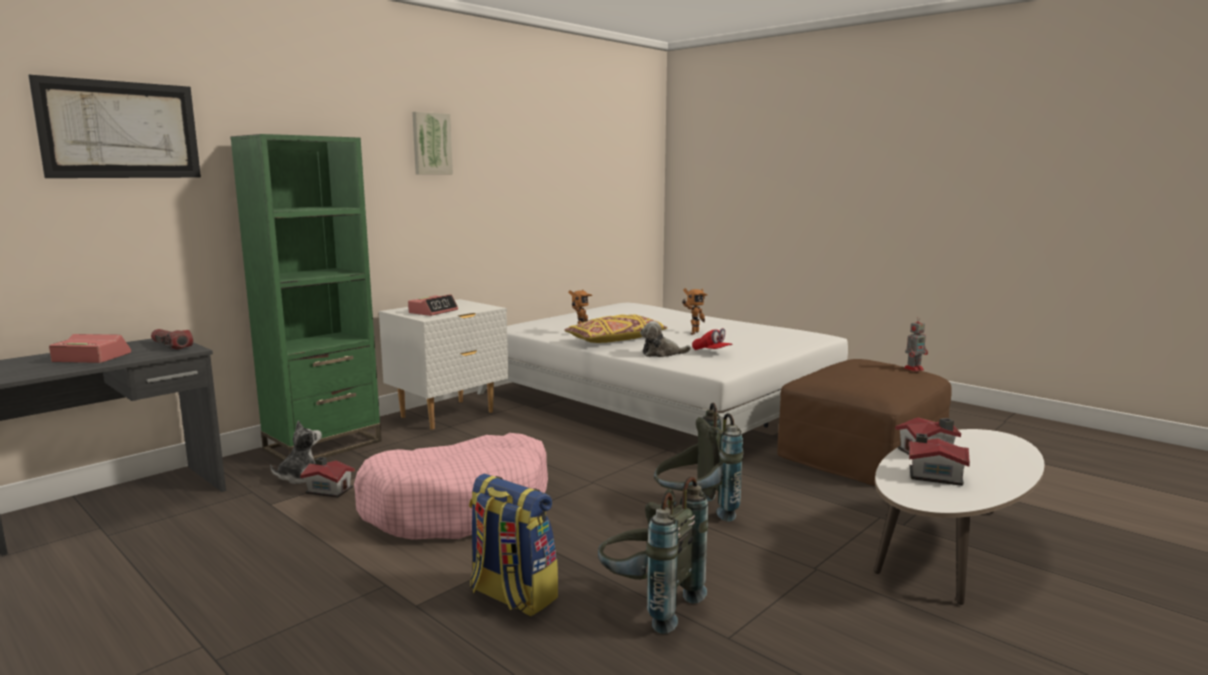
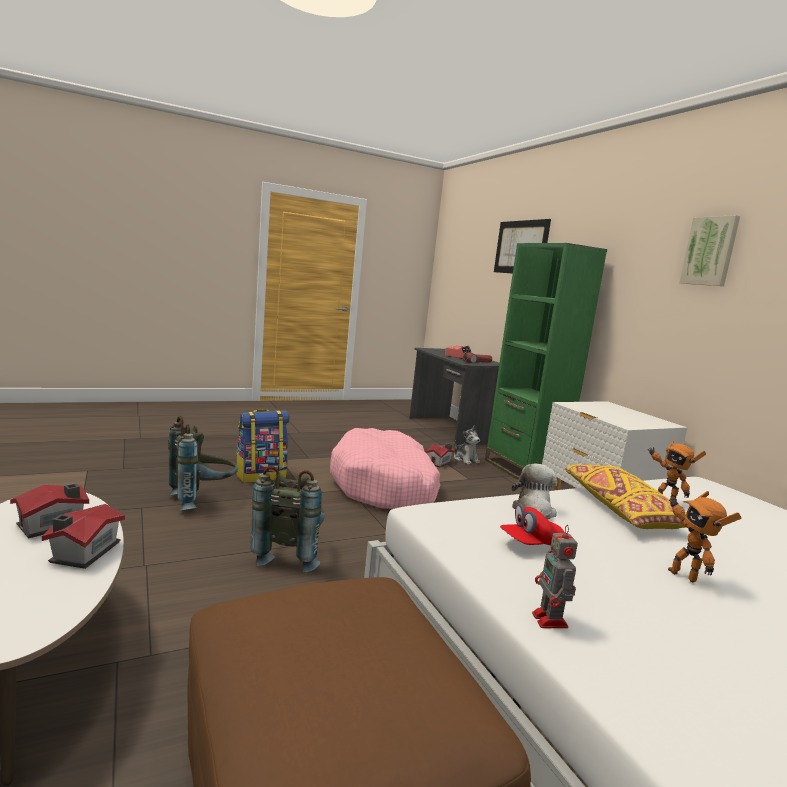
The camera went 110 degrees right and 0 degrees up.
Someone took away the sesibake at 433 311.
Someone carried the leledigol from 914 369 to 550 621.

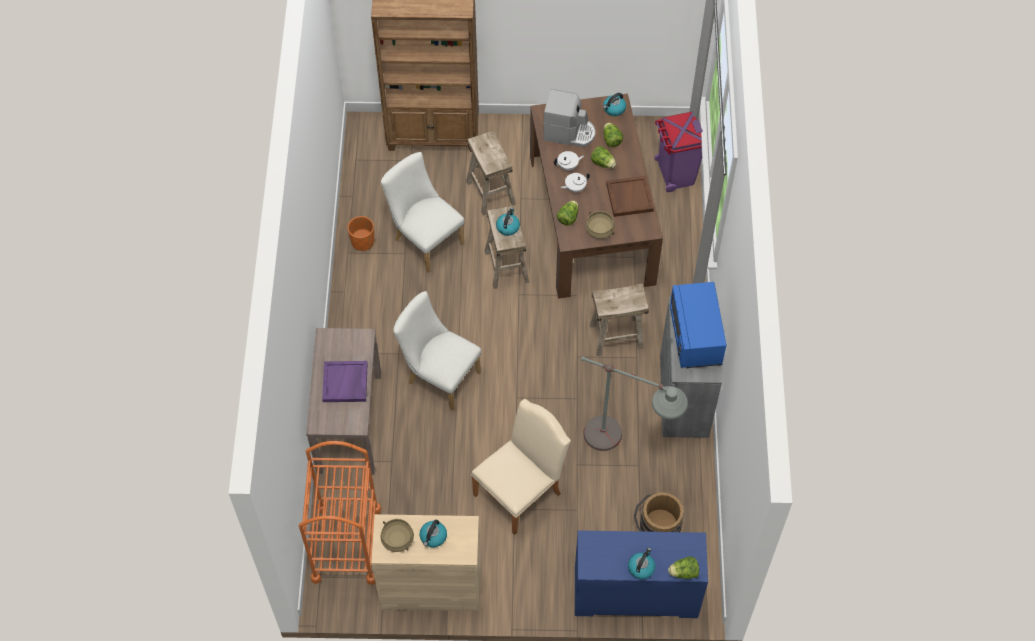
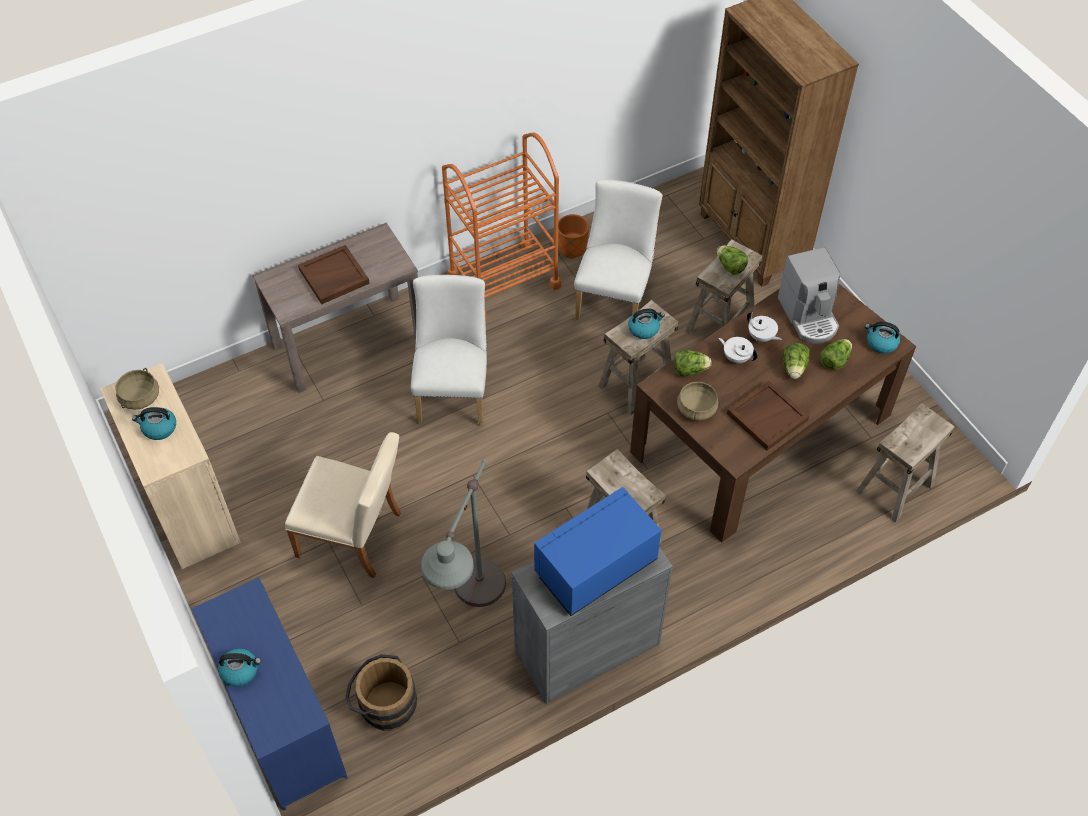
The camera went 60 degrees right and 5 degrees down.
Someone carried the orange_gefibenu from 346 544 to 504 280.
Someone repainted the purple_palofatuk at 345 383, which became the brown_palofatuk at 333 277.
Someone swapped the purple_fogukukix at 675 174 for the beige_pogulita at 895 488.
Someone carried the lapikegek from 684 572 to 730 266.

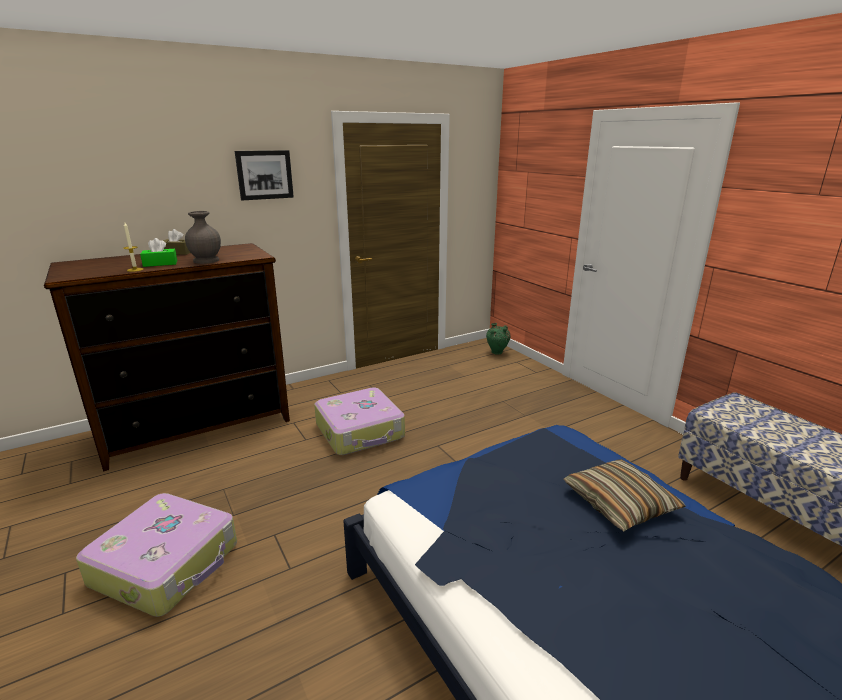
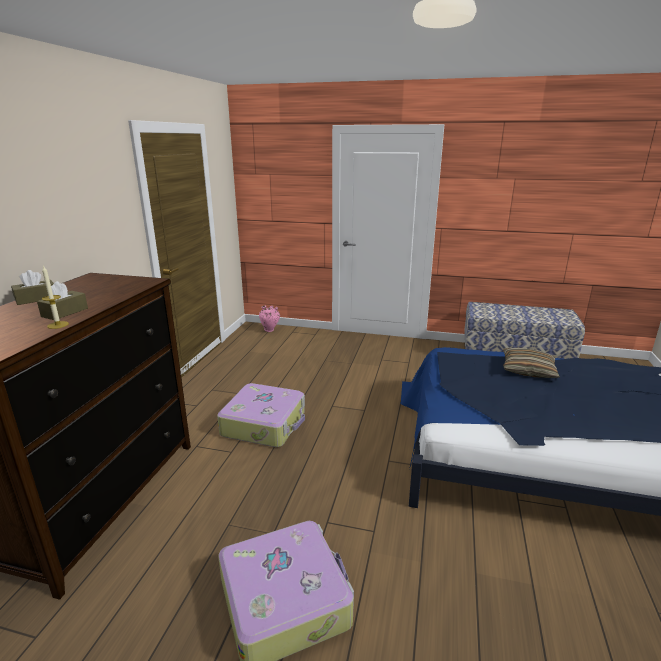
The camera went 45 degrees left and 0 degrees up.
Someone repainted the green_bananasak at 160 264, which became the brown_bananasak at 65 312.
Someone took away the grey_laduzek at 206 260.
Someone took away the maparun at 264 175.
Someone repainted the green_laduzek at 497 353, which became the pink_laduzek at 270 330.

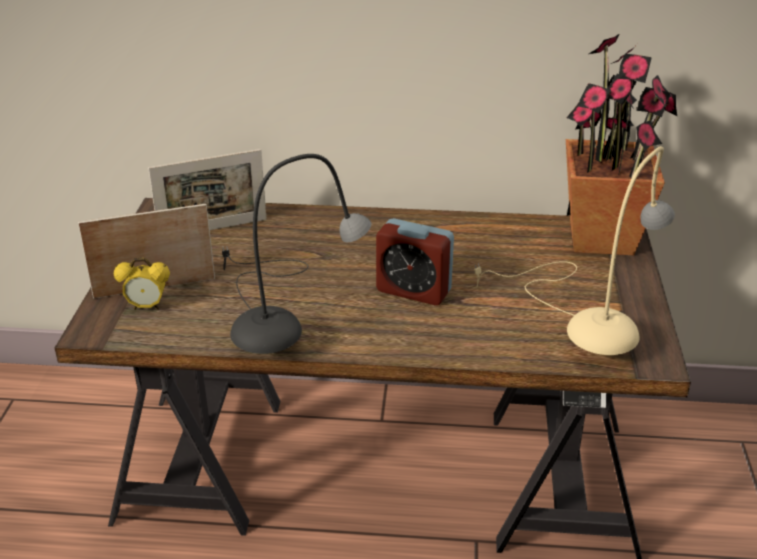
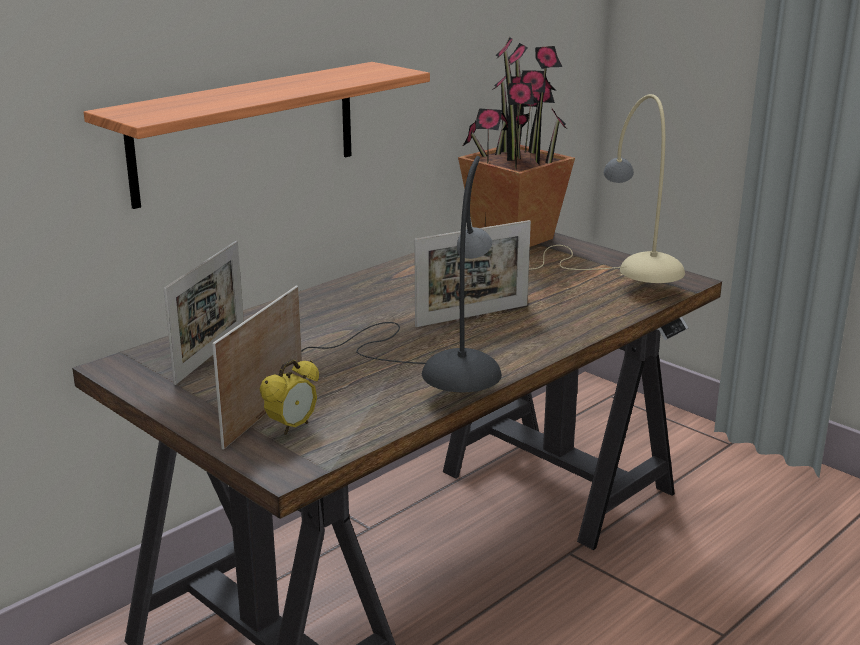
The camera went 50 degrees left and 10 degrees down.
Someone swapped the sesibake at 413 291 for the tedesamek at 472 316.
Someone put up the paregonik at 246 132.

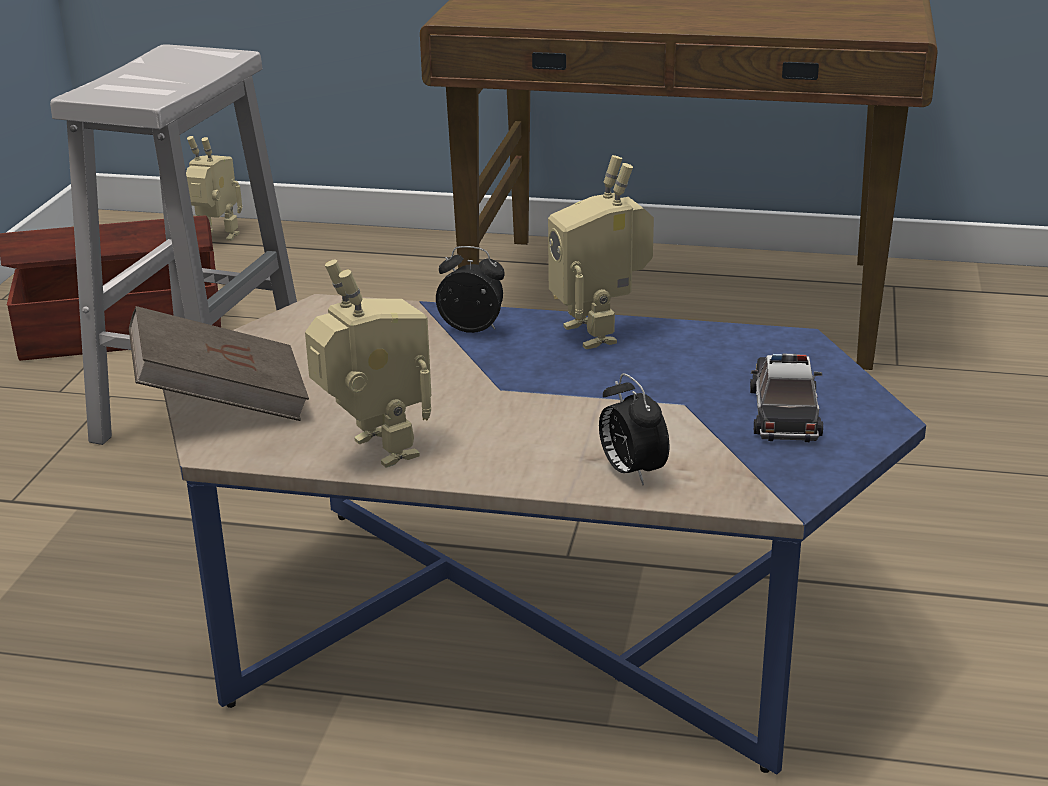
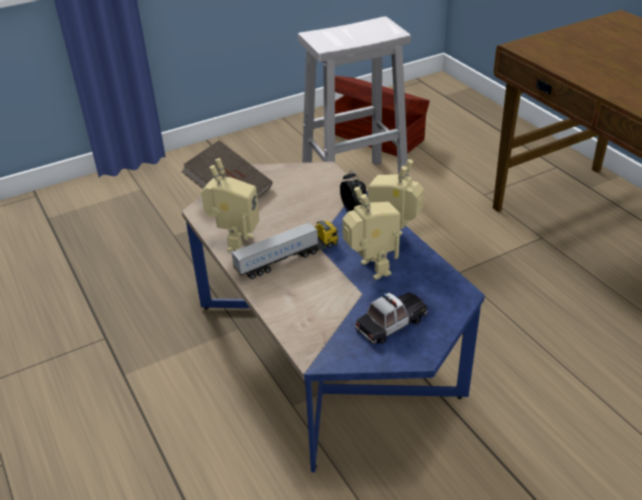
The camera went 50 degrees right and 10 degrees up.
Someone carried the leledigol from 216 238 to 370 270.
Someone took away the sesibake at 631 471.
Someone put down the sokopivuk at 287 259.

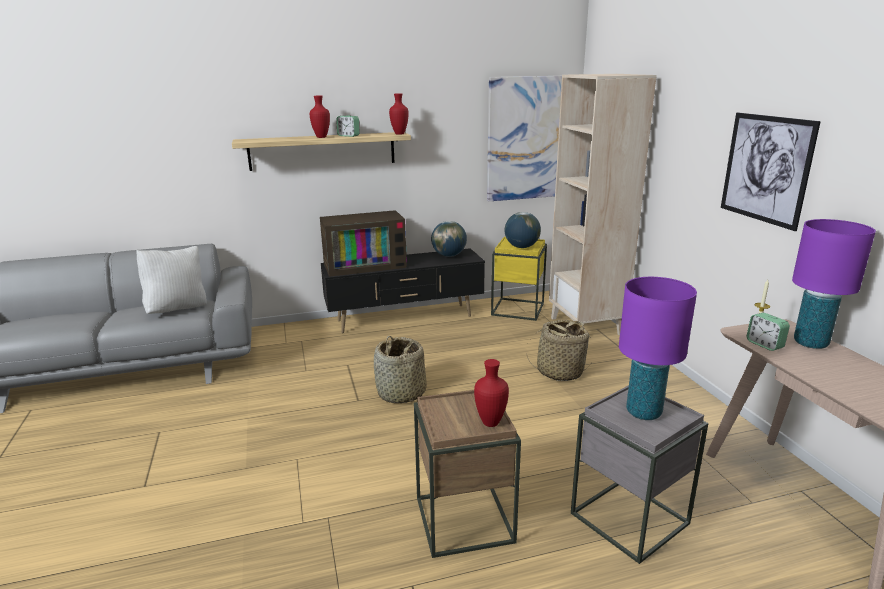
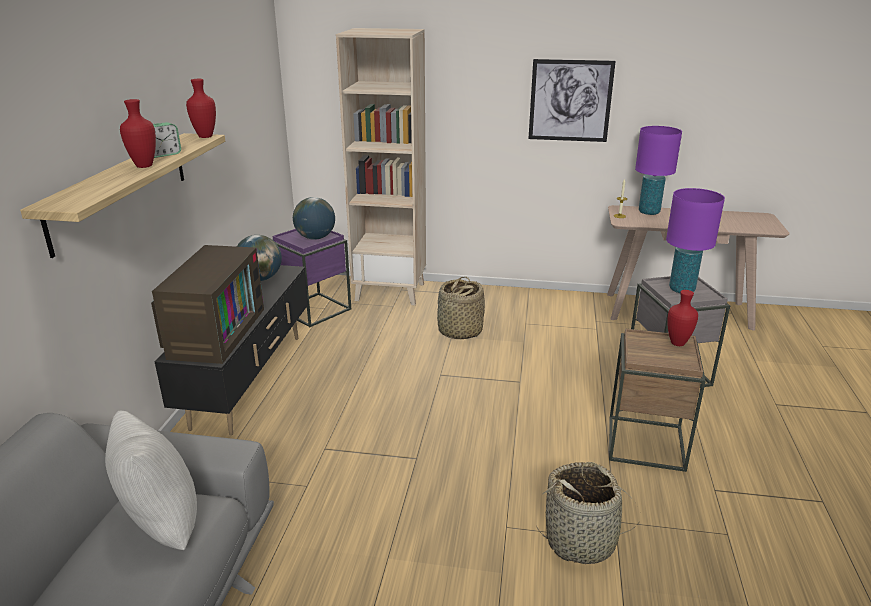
The camera went 65 degrees left and 5 degrees up.
Someone carried the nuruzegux from 401 393 to 581 540.
Someone took away the maparun at 529 139.
Someone repainted the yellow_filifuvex at 518 309, which became the purple_filifuvex at 315 309.
Someone took away the sesibake at 764 344.

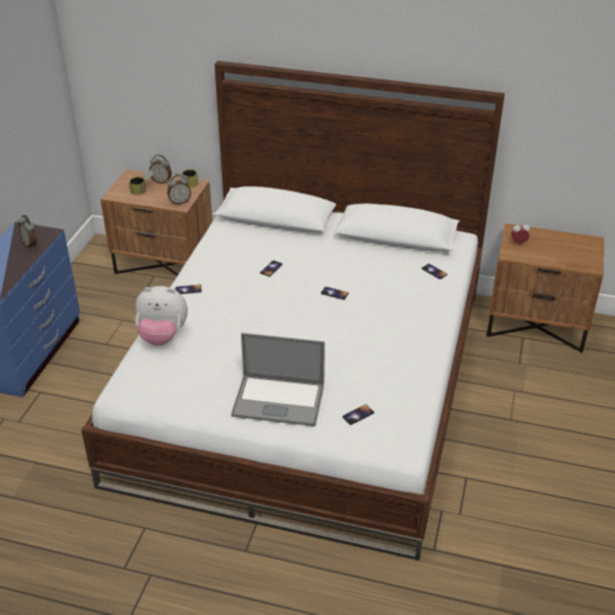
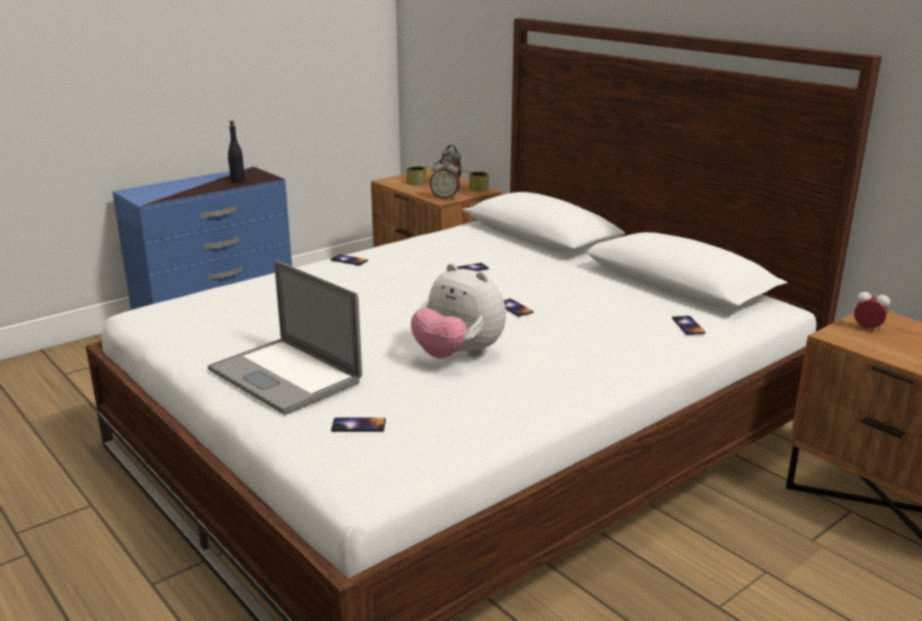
The camera went 35 degrees right and 15 degrees down.
Someone swapped the sesibake at 30 244 for the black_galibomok at 237 181.
Someone carried the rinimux from 162 336 to 458 355.

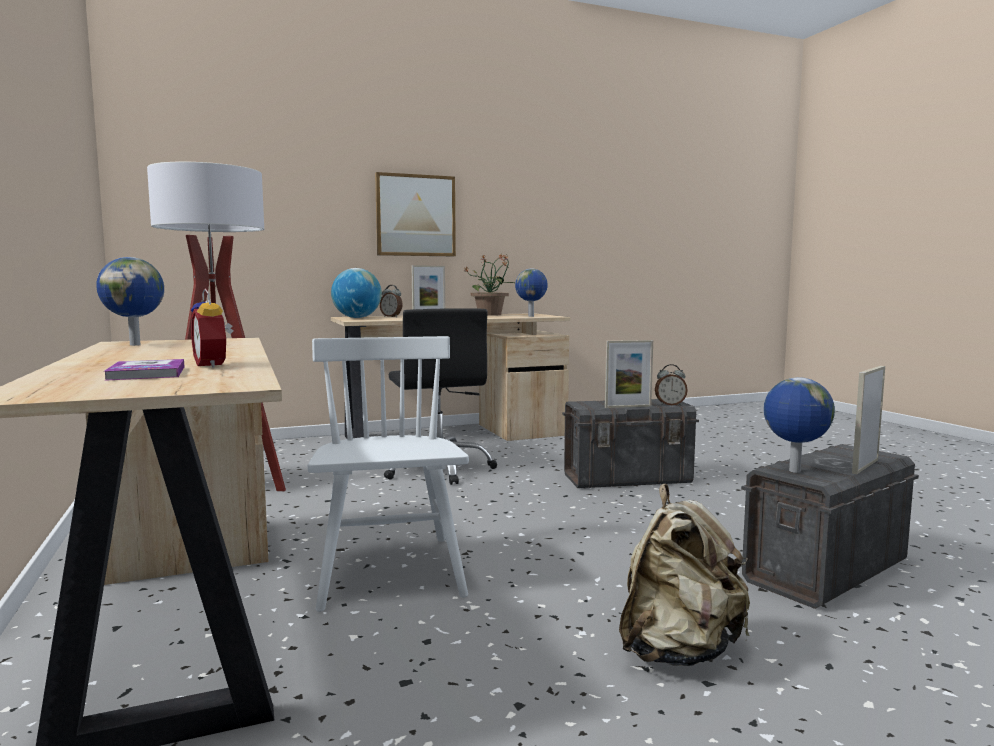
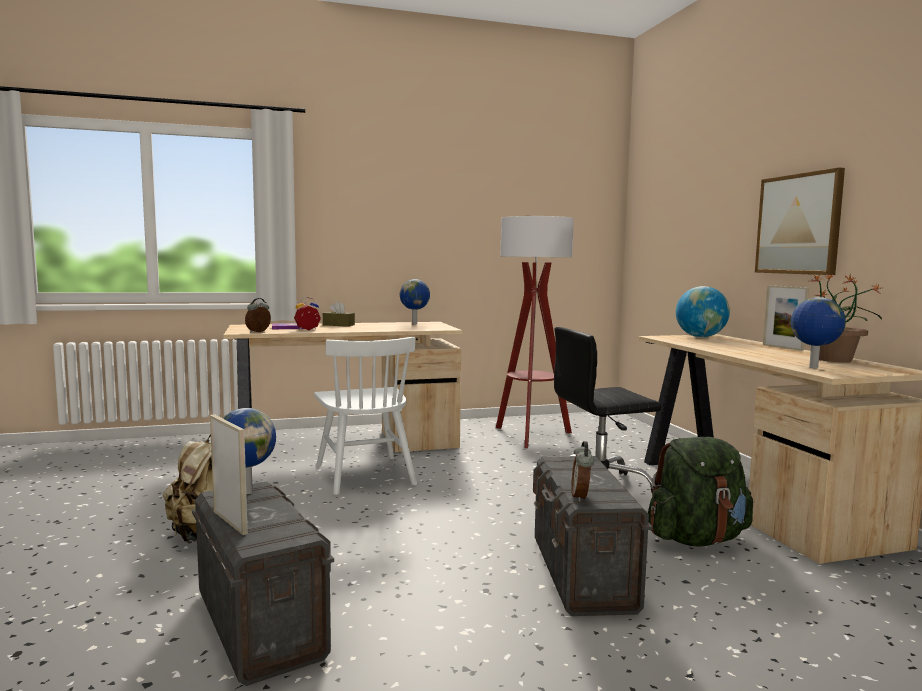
The camera went 95 degrees right and 0 degrees up.
Someone rotated the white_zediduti at 390 572 by 75 degrees clockwise.
Someone carried the sesibake from 391 317 to 259 332.
Someone took away the tedesamek at 628 406.
Someone put down the brown_bananasak at 338 325.
Someone put down the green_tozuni at 697 539.

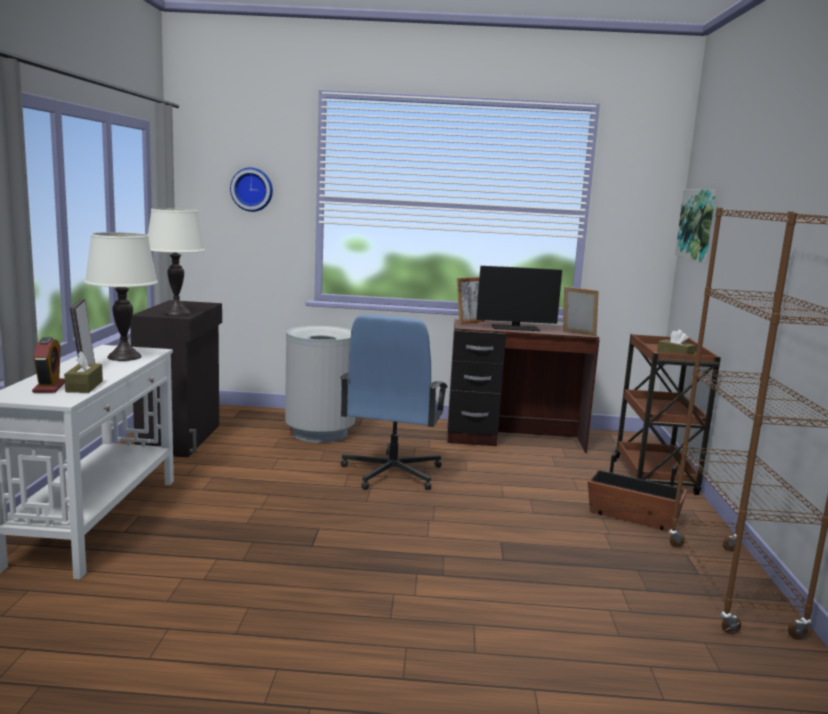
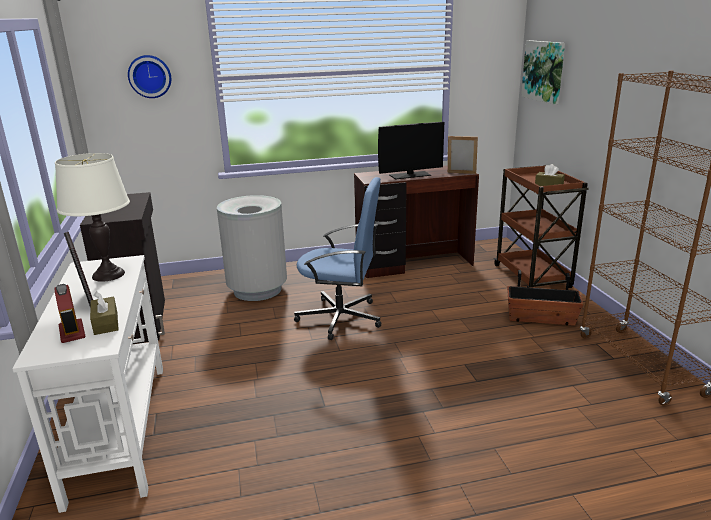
The camera went 15 degrees left and 10 degrees up.
Someone took away the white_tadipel at 176 313.
Someone rotated the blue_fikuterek at 391 473 by 75 degrees counterclockwise.
Someone took away the tedesamek at 469 322.

